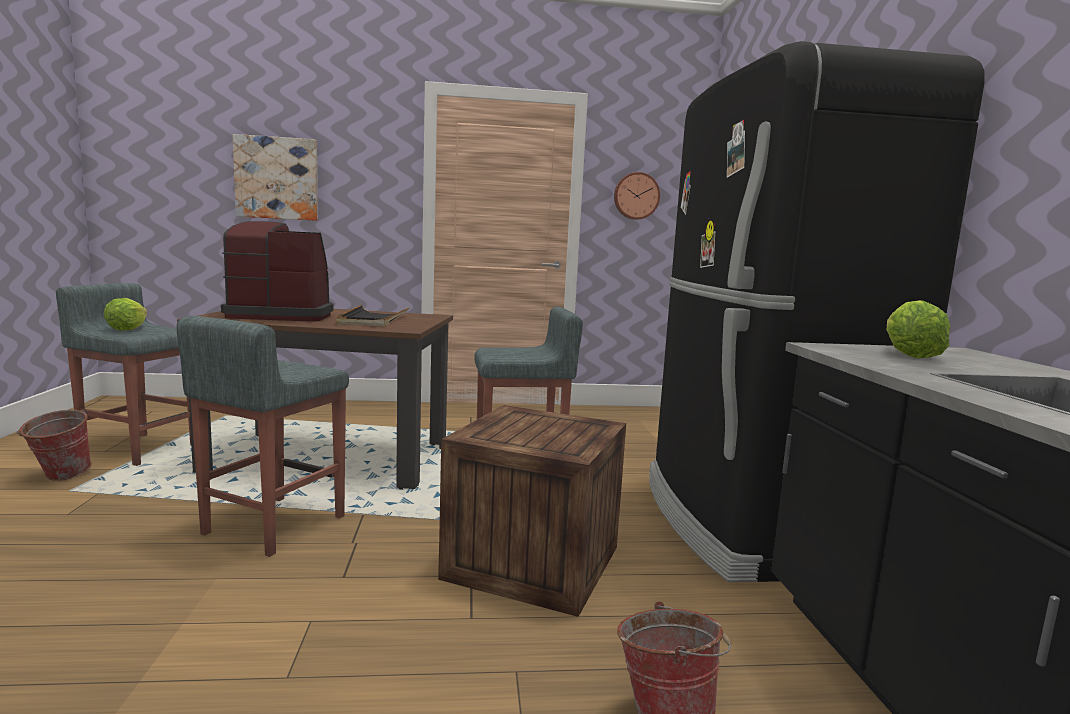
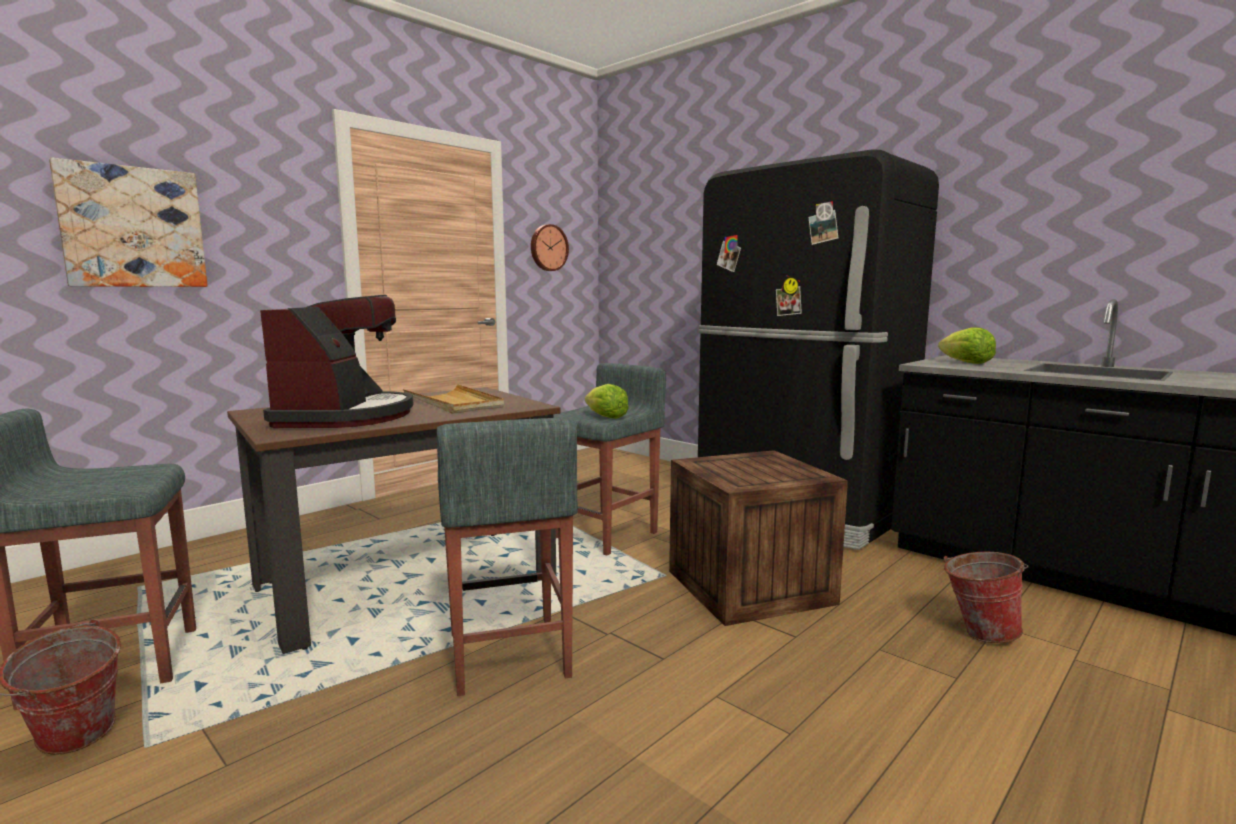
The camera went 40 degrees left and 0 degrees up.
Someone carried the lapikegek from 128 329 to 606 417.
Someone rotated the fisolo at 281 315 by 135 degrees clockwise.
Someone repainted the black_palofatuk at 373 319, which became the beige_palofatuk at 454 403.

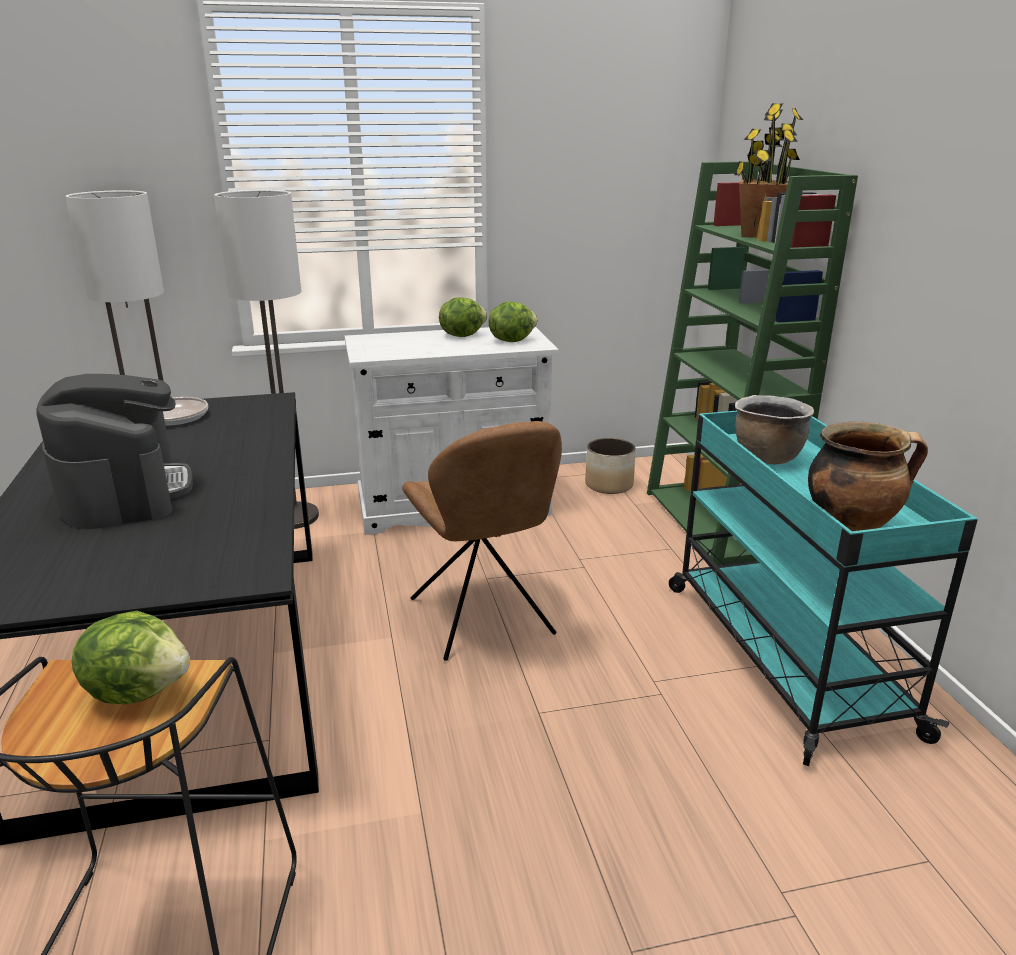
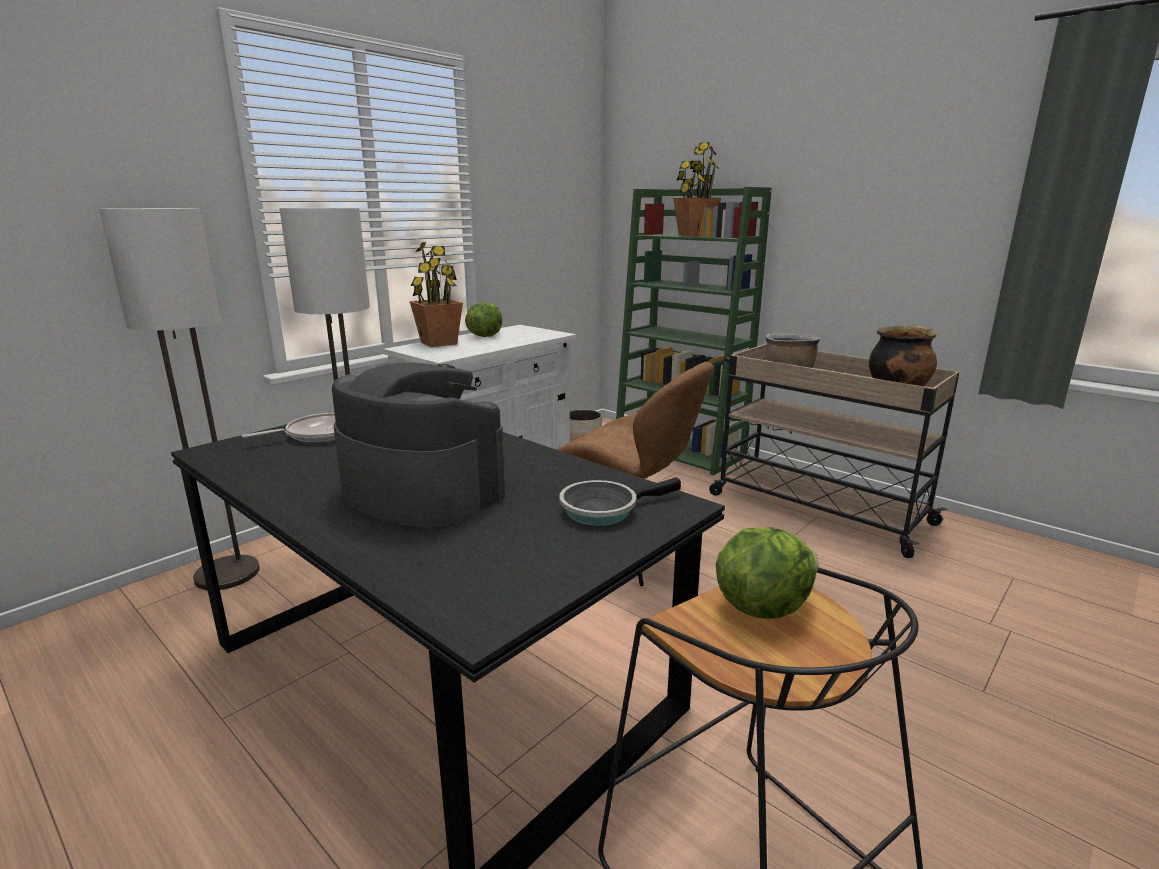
The camera went 35 degrees left and 5 degrees down.
Someone took away the lapikegek at 511 340.
Someone repainted the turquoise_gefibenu at 782 654, which became the beige_gefibenu at 816 508.
Someone put down the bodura at 438 343.
Someone put down the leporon at 604 509.

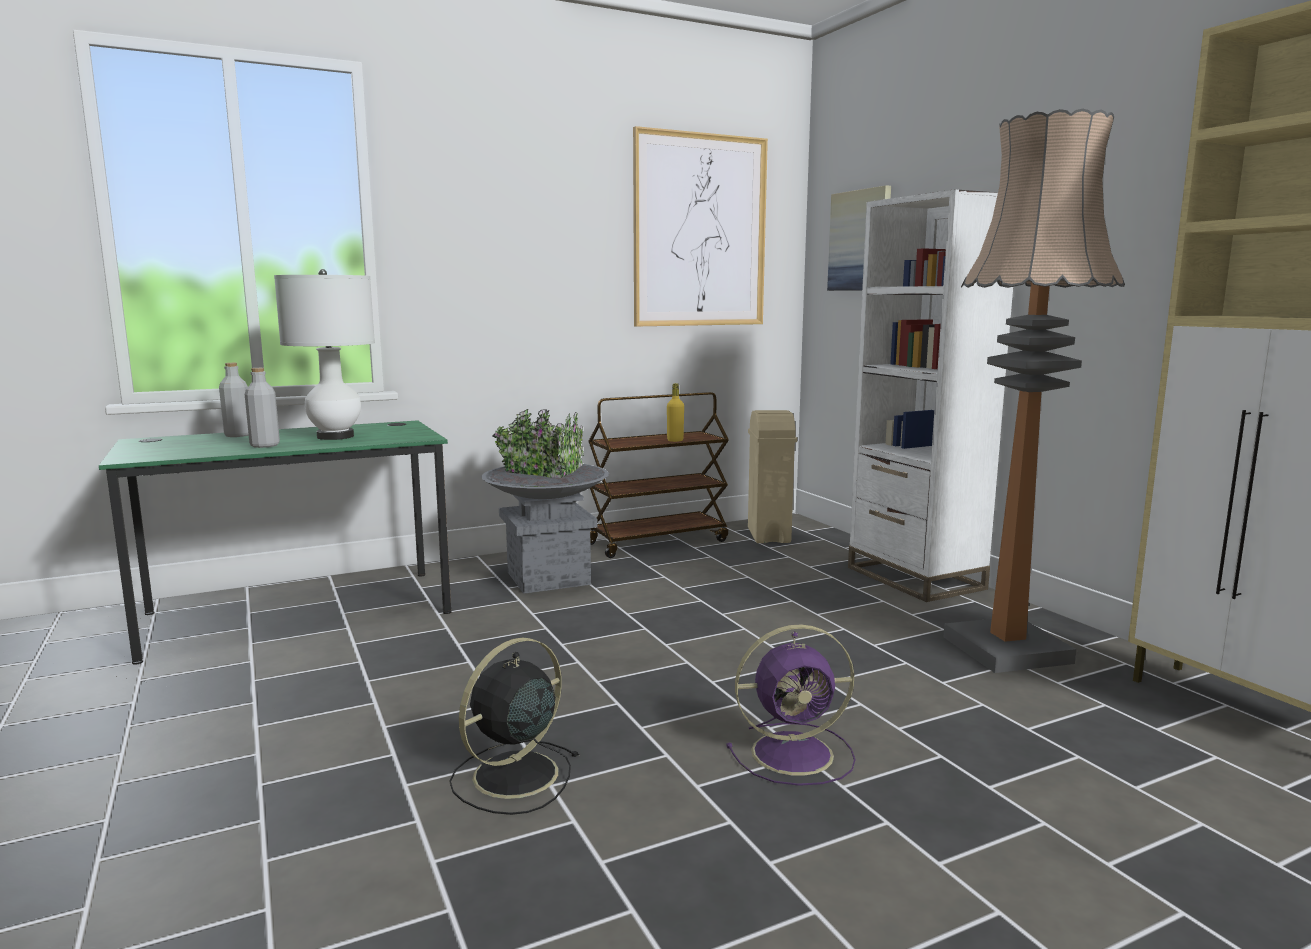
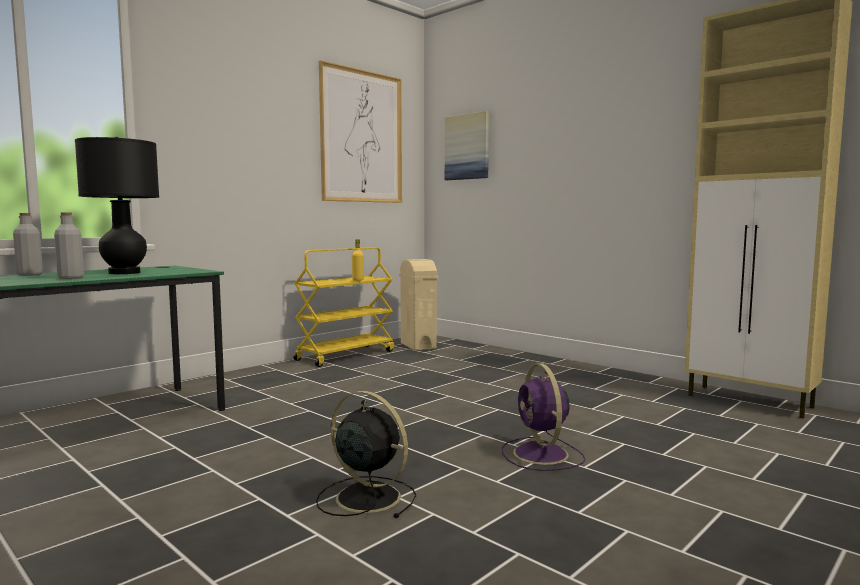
The camera went 20 degrees left and 5 degrees down.
Someone repainted the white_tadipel at 335 436, which became the black_tadipel at 124 273.
Someone rotated the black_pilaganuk at 512 776 by 105 degrees clockwise.
Someone took away the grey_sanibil at 548 578.
Someone repainted the brown_gefibenu at 658 542, which became the yellow_gefibenu at 345 355.
Someone rotated the purple_pilaganuk at 796 753 by 105 degrees clockwise.
Someone took away the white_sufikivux at 914 578.
Someone took away the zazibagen at 1006 650.

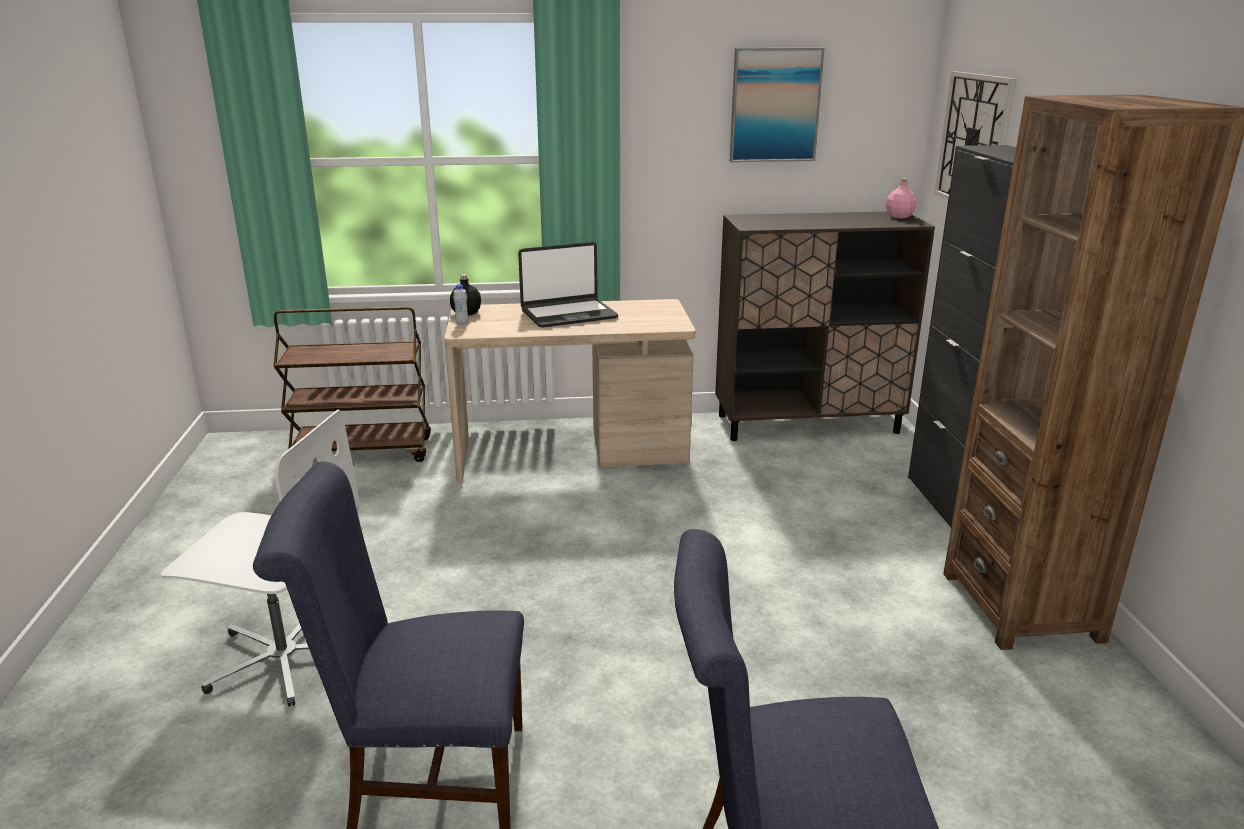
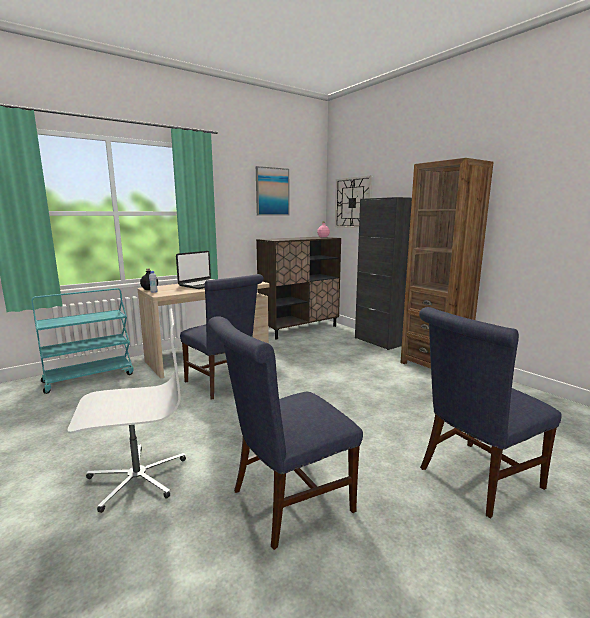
The camera went 30 degrees left and 10 degrees down.
Someone repainted the brown_gefibenu at 362 452, which became the turquoise_gefibenu at 89 377.
Someone put down the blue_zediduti at 223 384.

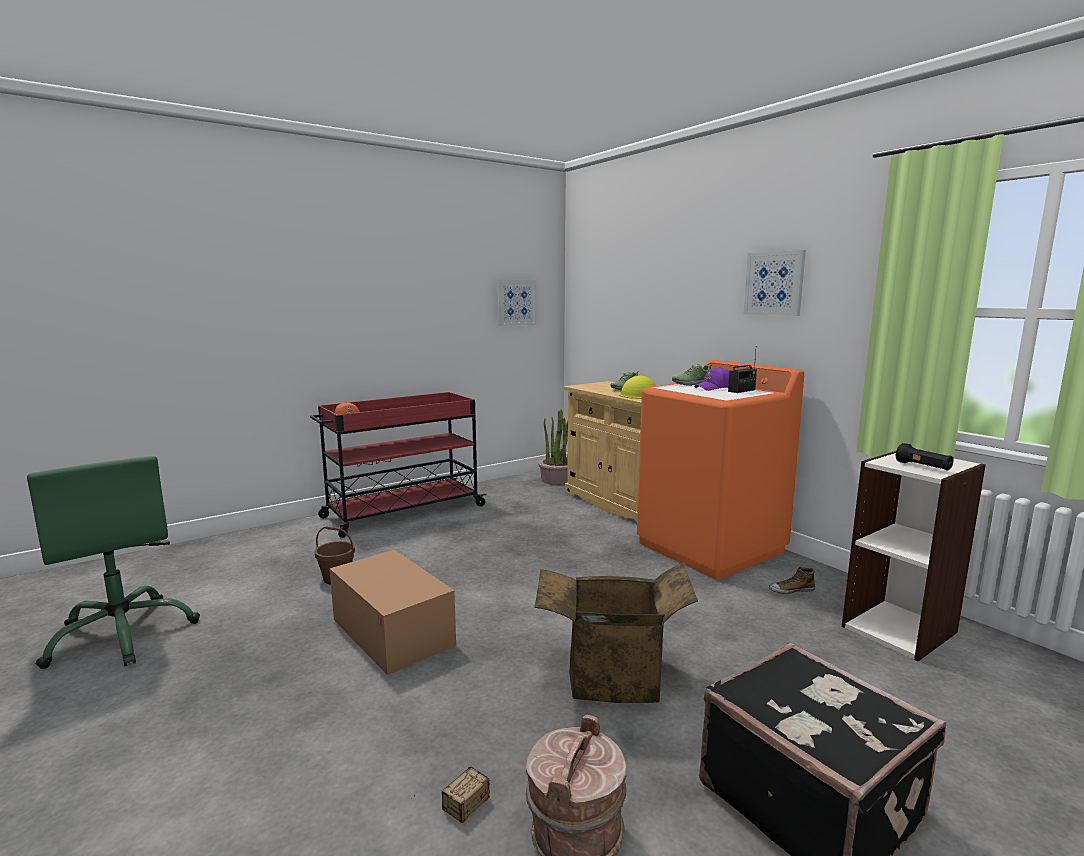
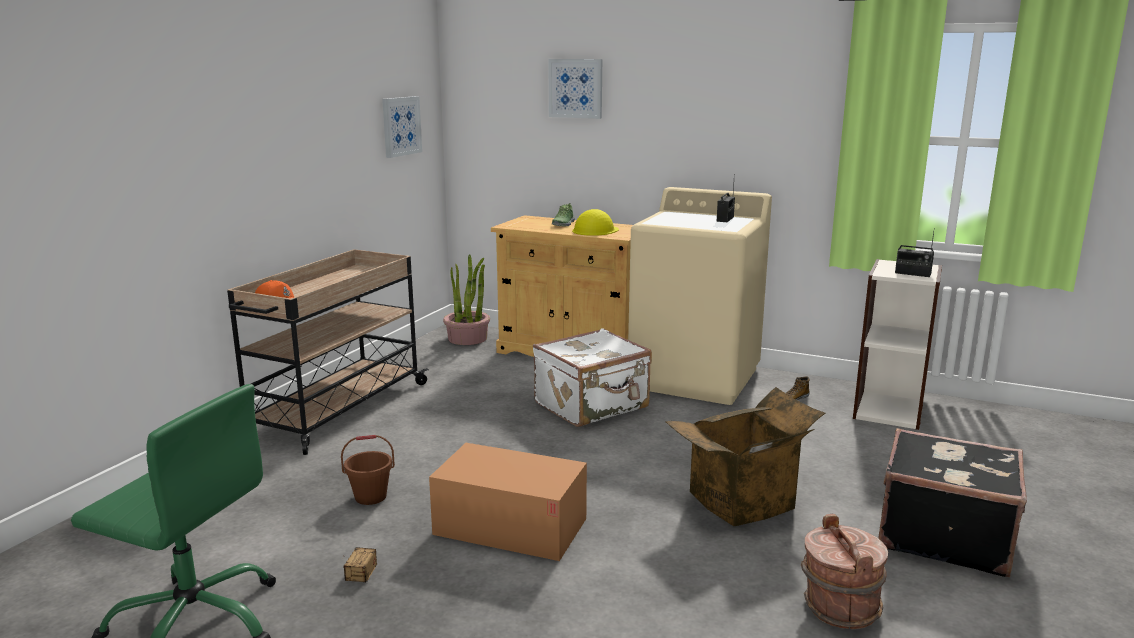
The camera went 30 degrees left and 5 degrees up.
Someone repainted the red_gefibenu at 402 512, which became the beige_gefibenu at 336 410.
Someone carried the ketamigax from 446 822 to 353 586.
Someone repainted the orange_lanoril at 711 547, which became the beige_lanoril at 695 378.
Someone took away the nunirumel at 692 384.
Someone took away the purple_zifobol at 716 388.
Someone carried the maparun from 774 283 to 575 88.
Someone swapped the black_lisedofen at 923 467 for the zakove at 912 274.
Someone put down the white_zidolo at 593 406.

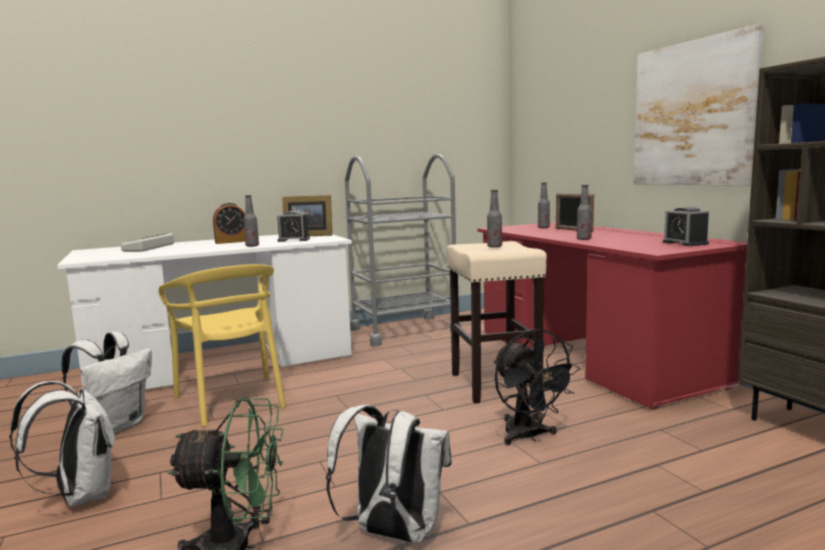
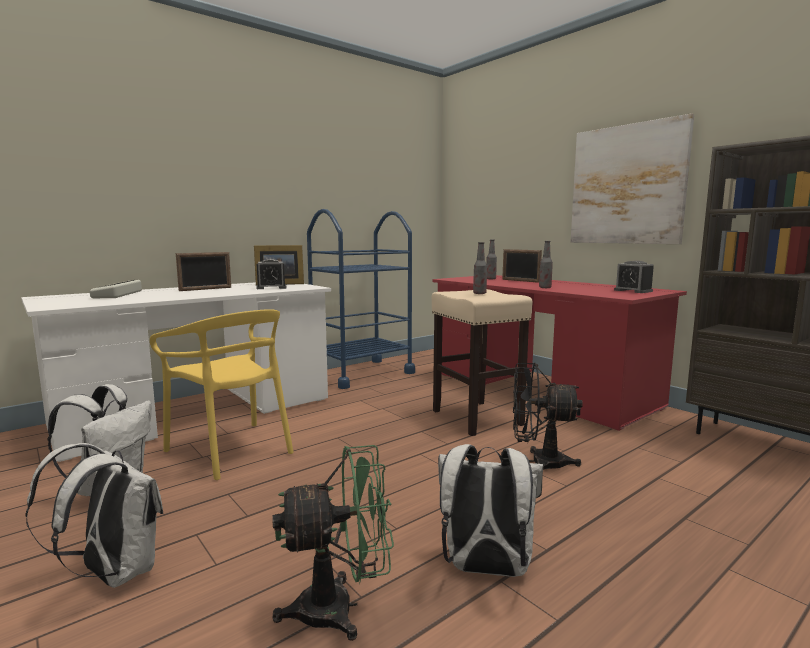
The camera went 15 degrees left and 0 degrees up.
Someone swapped the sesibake at 232 242 for the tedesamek at 205 289.
Someone took away the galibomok at 252 246.
Someone repainted the grey_gefibenu at 404 330, which became the blue_gefibenu at 361 373.
Someone rotated the black_pilaganuk at 528 436 by 135 degrees clockwise.

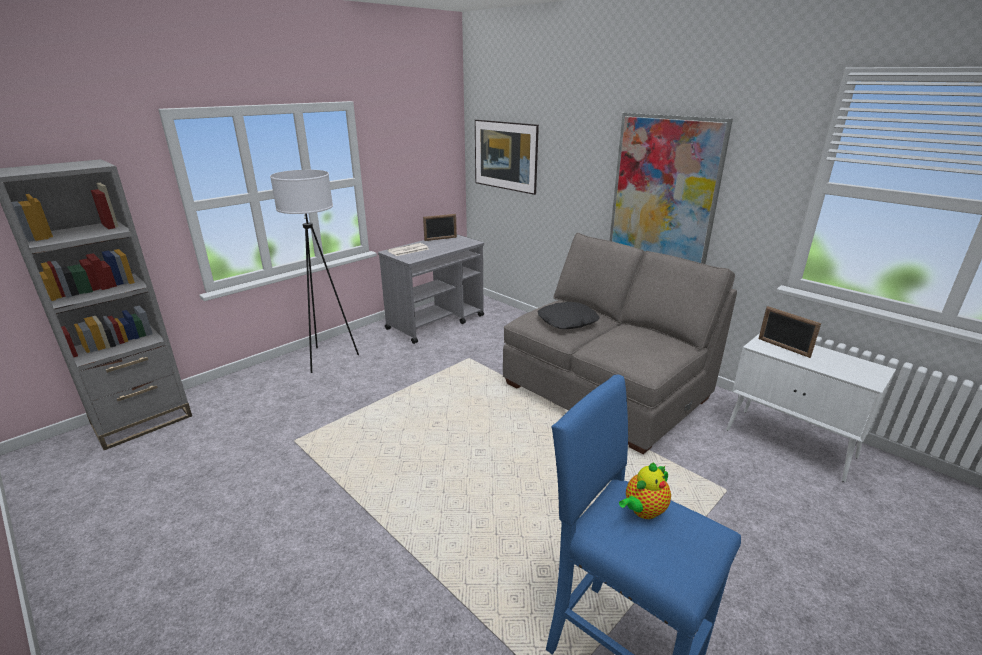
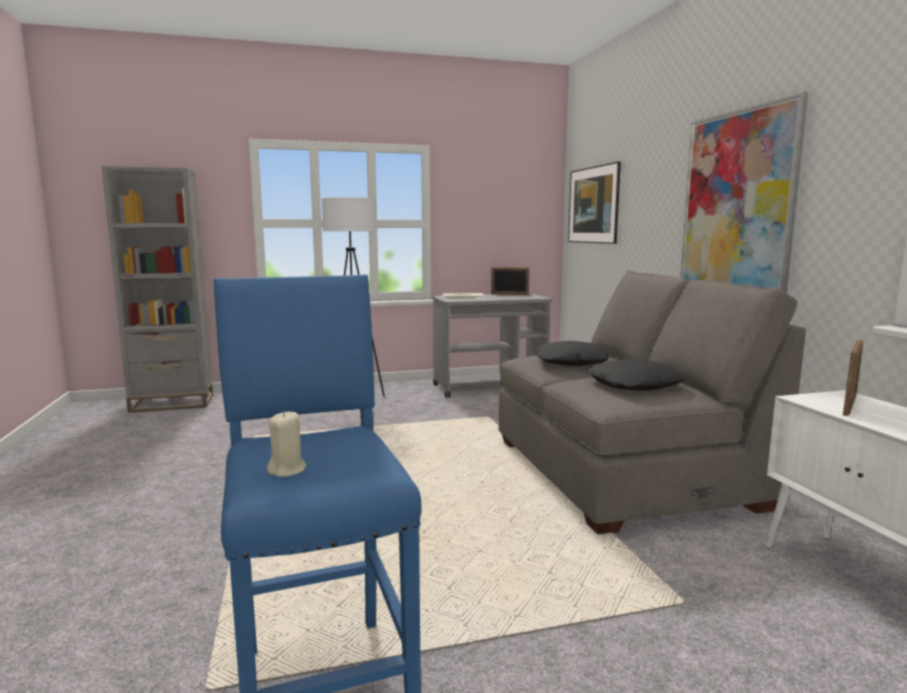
The camera went 30 degrees right and 15 degrees down.
Someone took away the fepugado at 643 511.
Someone rotated the tedesamek at 783 347 by 135 degrees counterclockwise.
Someone put down the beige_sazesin at 287 470.
Someone put down the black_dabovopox at 635 385.

